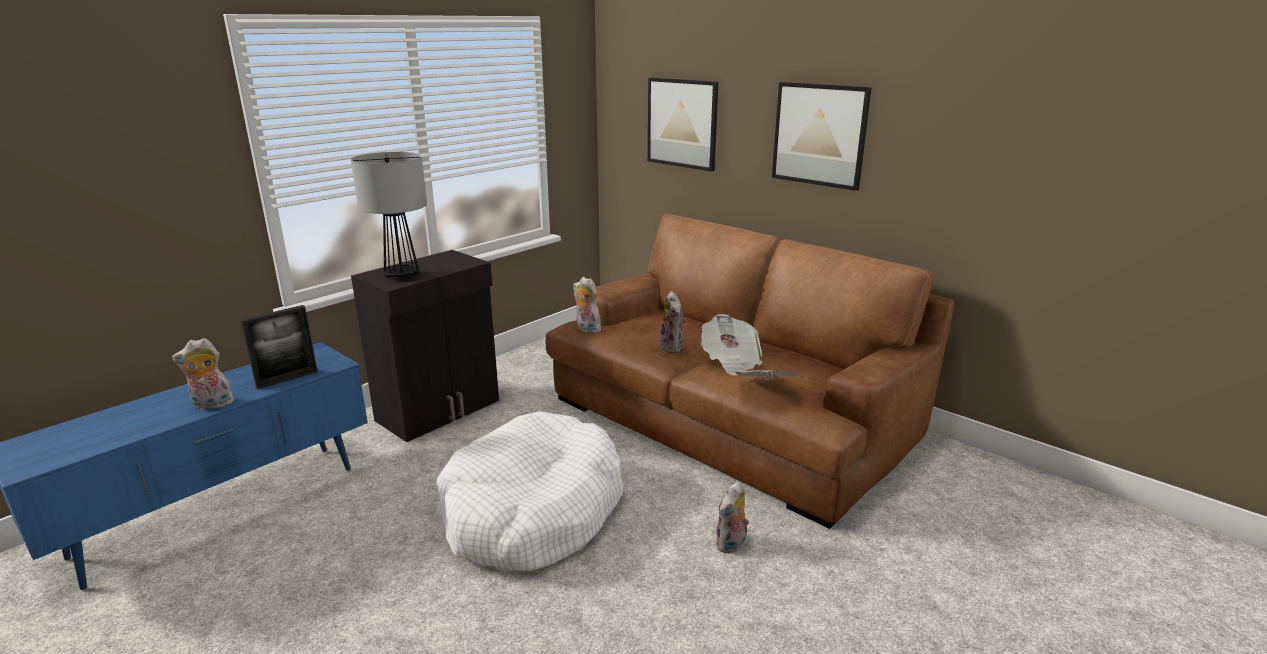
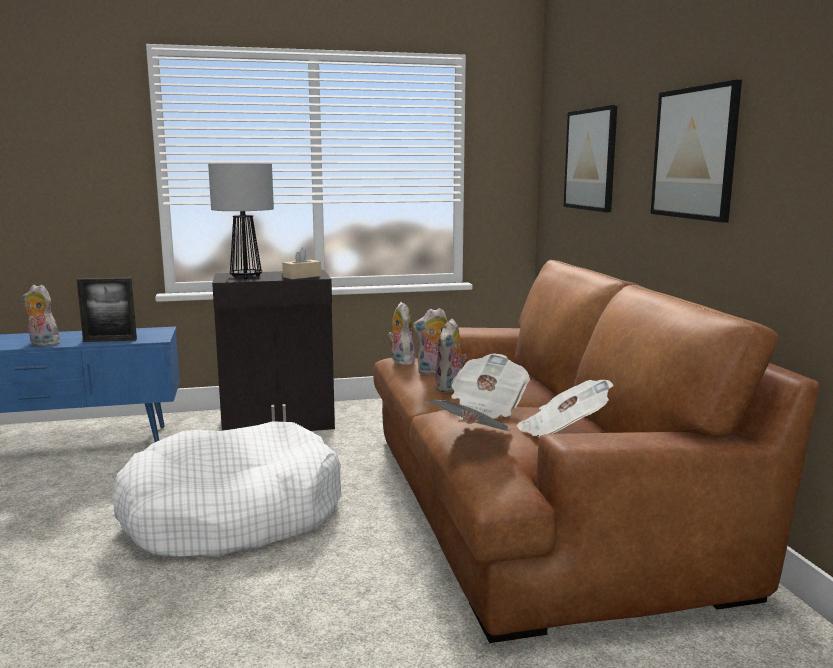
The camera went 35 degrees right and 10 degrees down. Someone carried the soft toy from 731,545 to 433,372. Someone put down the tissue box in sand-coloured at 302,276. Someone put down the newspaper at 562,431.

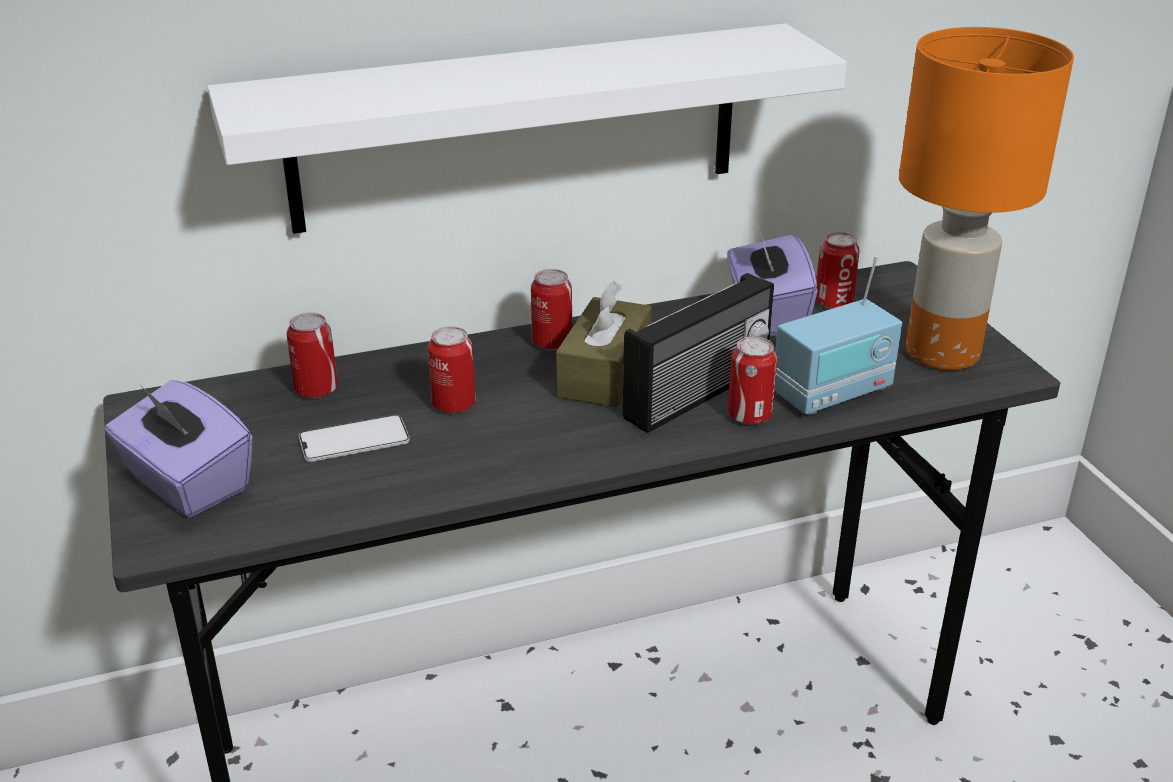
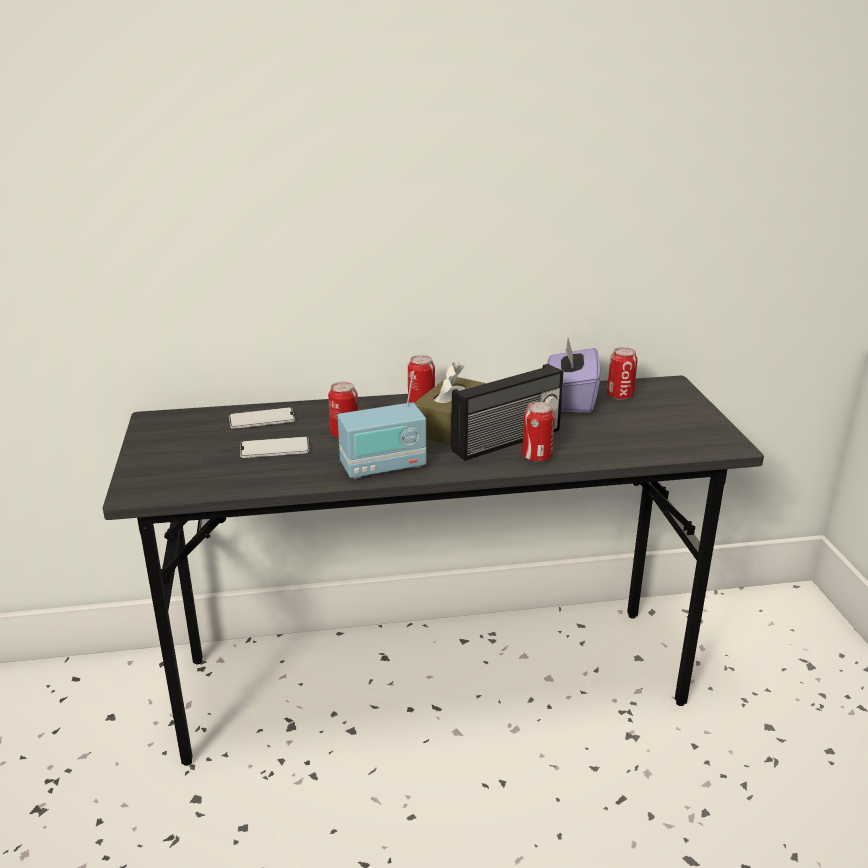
The camera went 10 degrees right and 5 degrees down. Someone took away the bracket shelf in white at 517,128. Someone took away the lamp for a table in orange at 941,352. Someone carried the radio from 832,393 to 383,467. Someone swapped the metal can at 316,389 for the telephone at 262,419. Someone took away the tissue box in purple at 186,483.

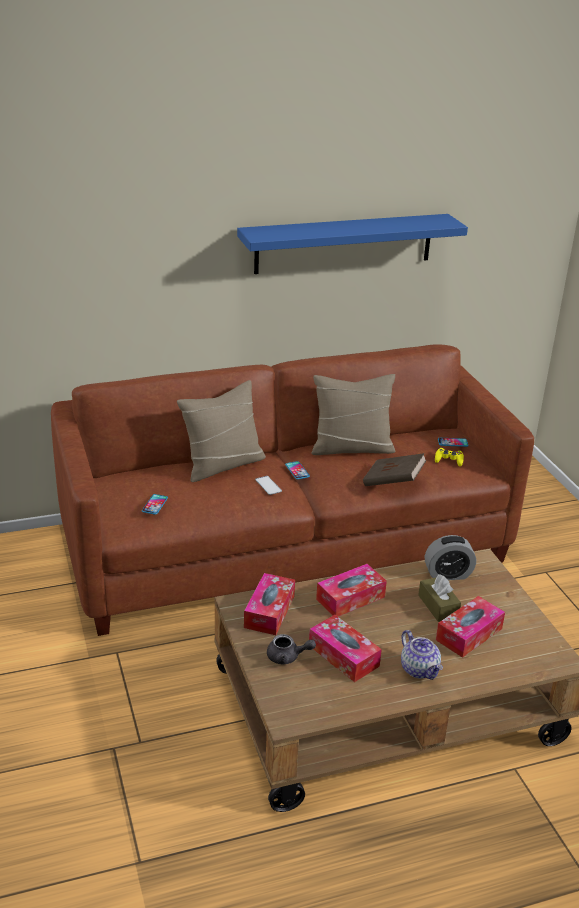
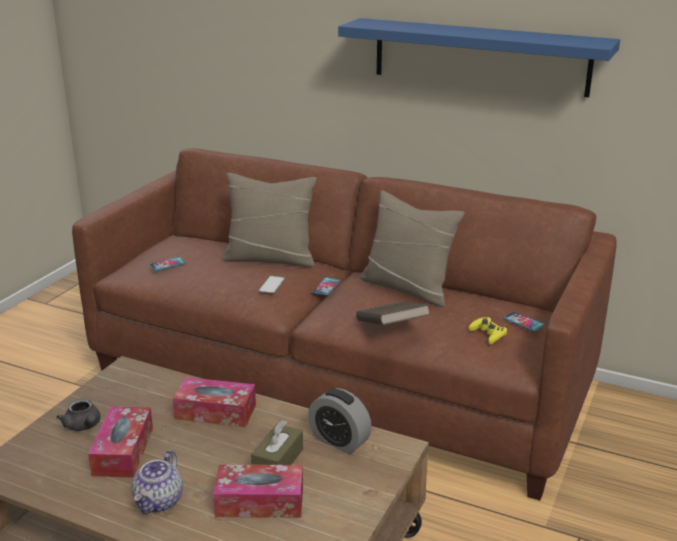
The camera went 45 degrees right and 5 degrees down. Someone took away the tissue box at 269,611.

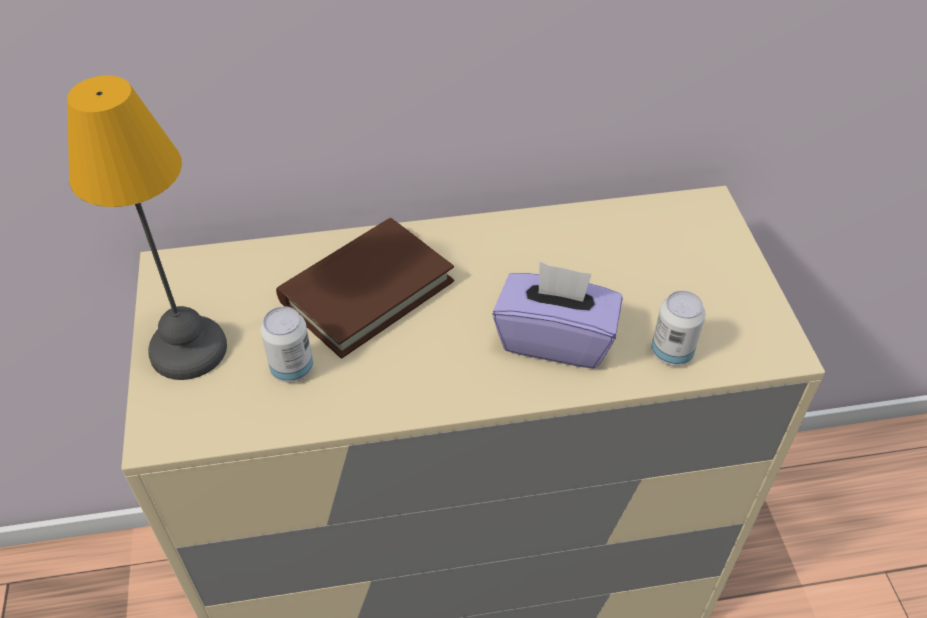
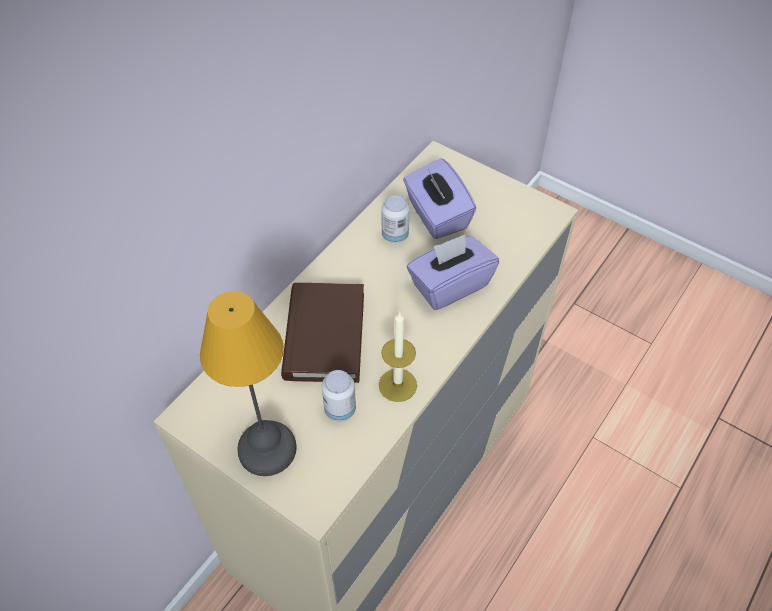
The camera went 45 degrees left and 5 degrees up. Someone carried the metal can from 671,353 to 395,235. Someone put down the tissue box in purple at 436,215. Someone put down the candle at 397,385.

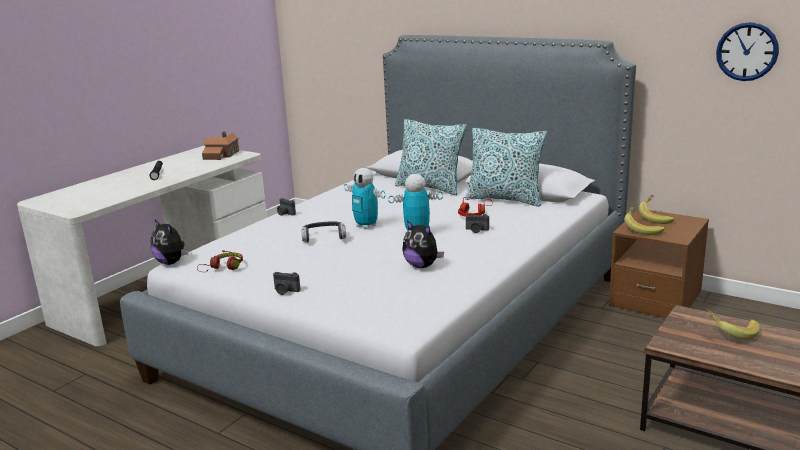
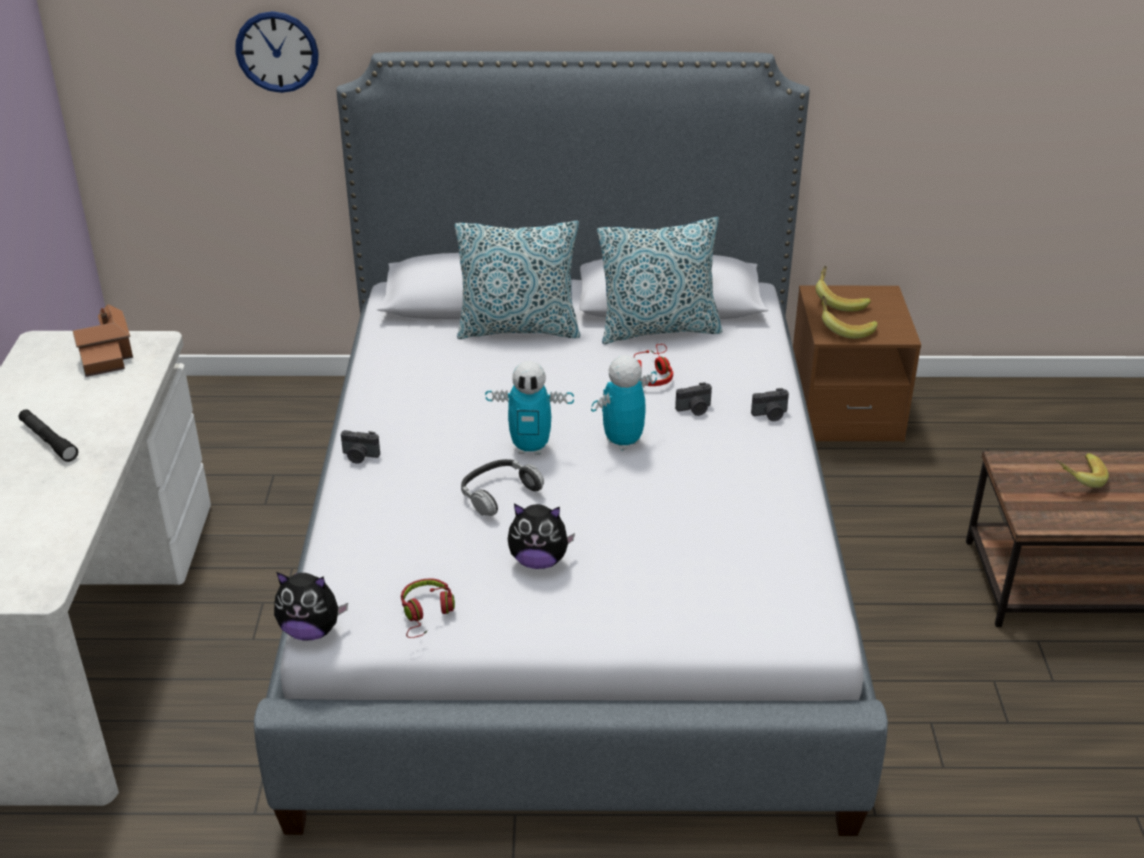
The camera went 35 degrees left and 15 degrees up. Someone carried the wall clock from 747,51 to 277,52. Someone carried the soft toy from 422,266 to 538,561. Someone carried the photo camera from 285,291 to 770,415.

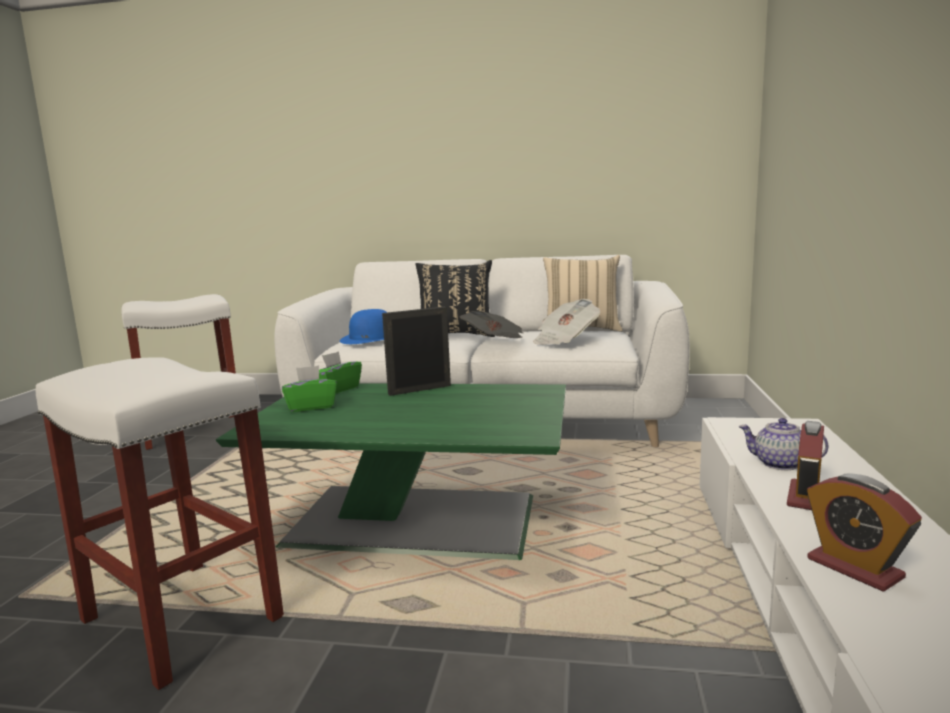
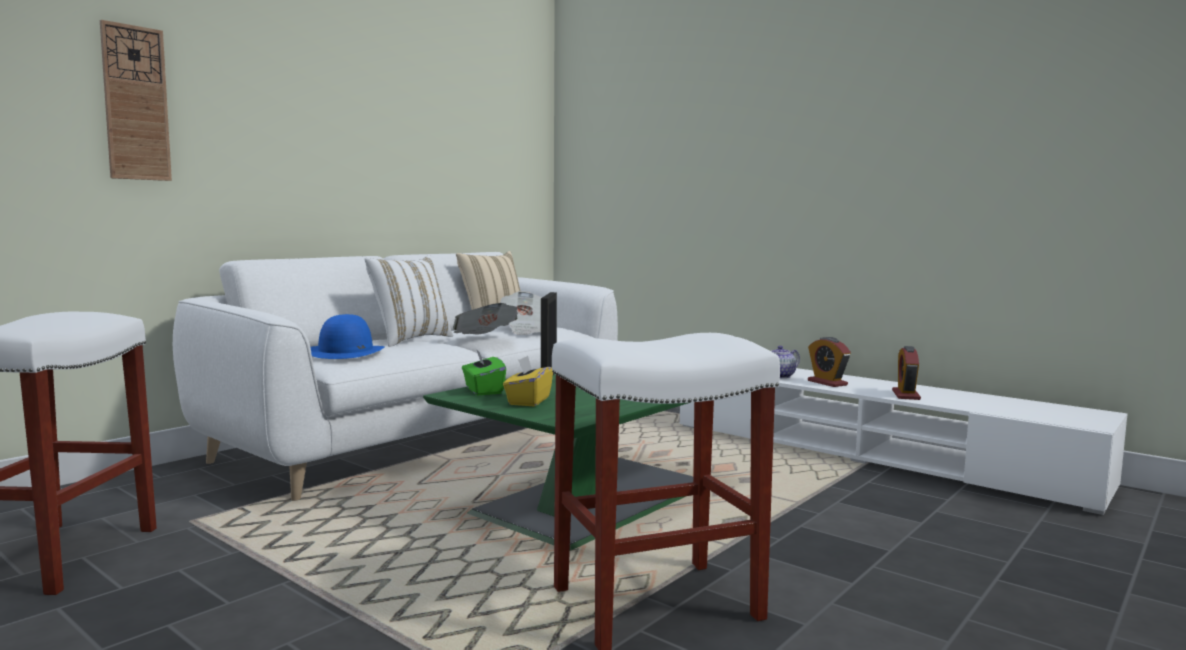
The camera went 60 degrees left and 5 degrees down. Someone repainted the cushion in black-coloured at 456,335, which became the cushion in white at 410,340. Someone repainted the tissue box in green at 311,406, which became the tissue box in yellowish at 528,401. Someone rotated the bedside clock at 854,568 by 105 degrees clockwise. Someone put up the wall clock at 136,103.

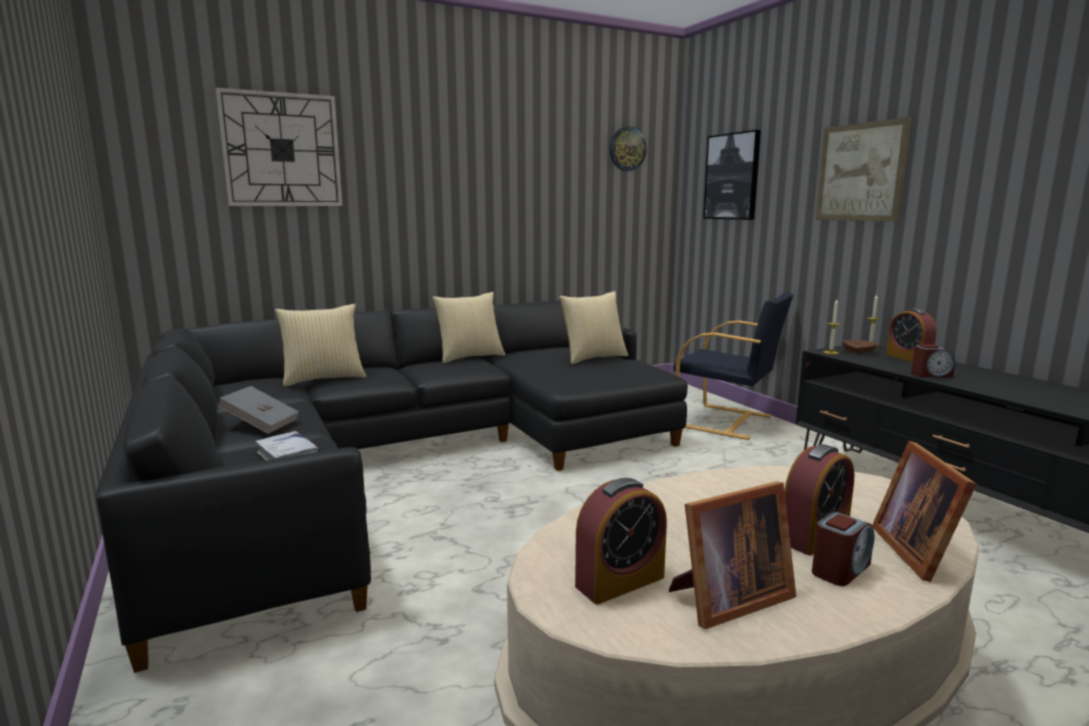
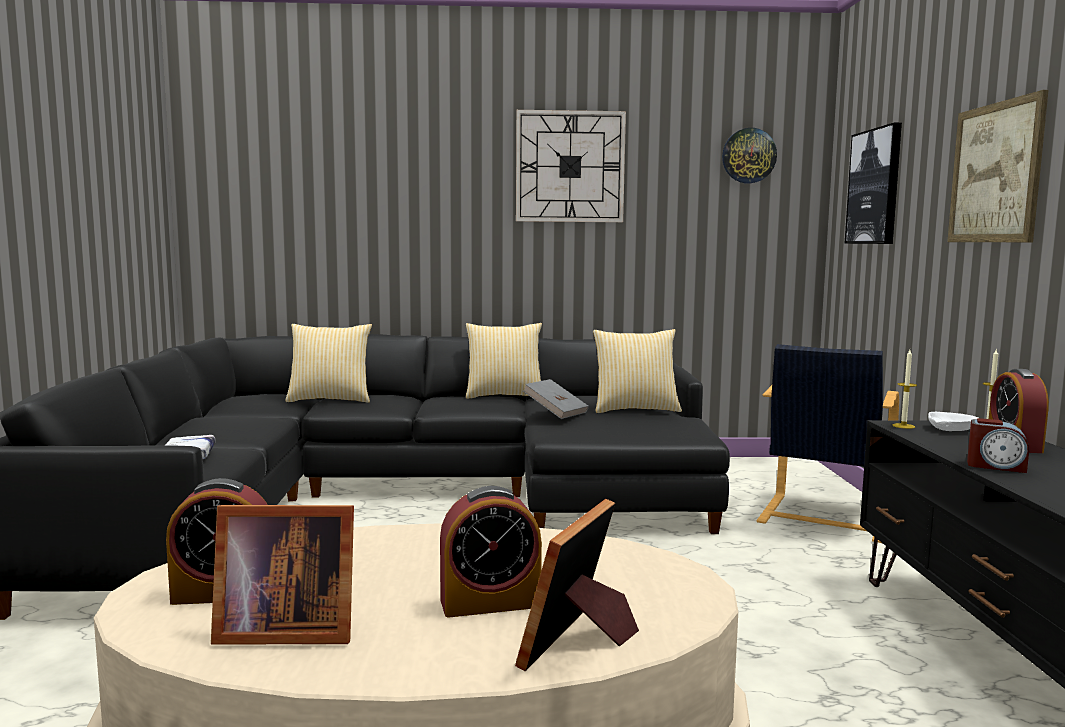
The camera went 25 degrees right and 5 degrees down. Someone carried the wall clock from 282,150 to 570,167. Someone rotated the armchair in black-coloured at 727,421 by 60 degrees clockwise. Someone repainted the bowl in brown-coloured at 858,352, which became the bowl in white at 951,429. Someone carried the bound book in gray from 261,424 to 555,412. Someone took away the bedside clock at 840,569.

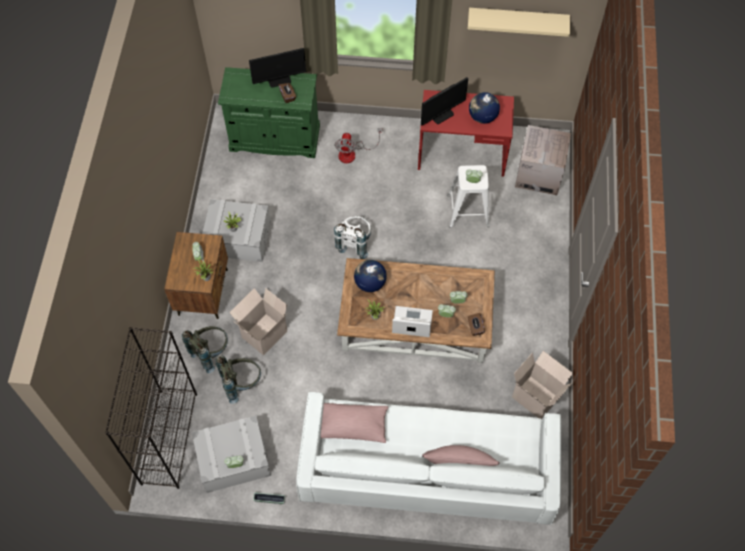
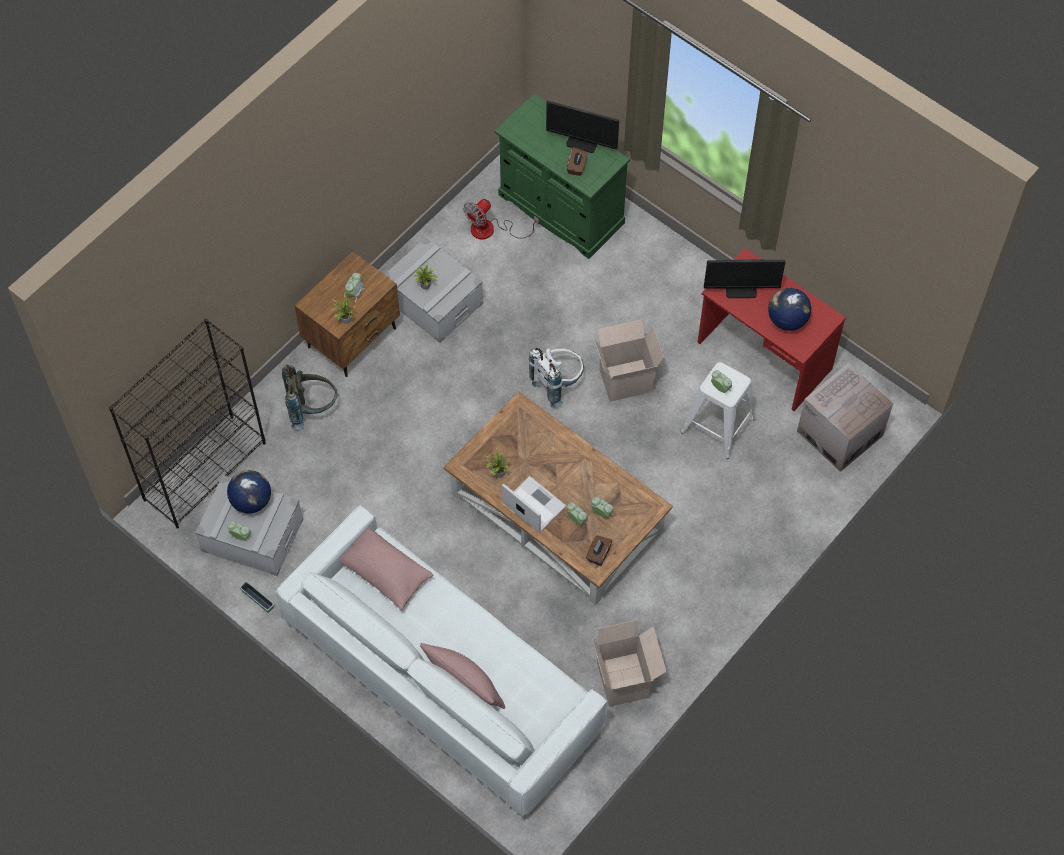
The camera went 35 degrees right and 0 degrees up. Someone took away the bracket shelf in sand-coloured at 517,20. Someone carried the fan from 352,153 to 491,230. Someone carried the globe from 370,283 to 251,501. Someone carried the cardboard box from 264,333 to 626,378. Someone took away the rucksack in gray at 241,383.

